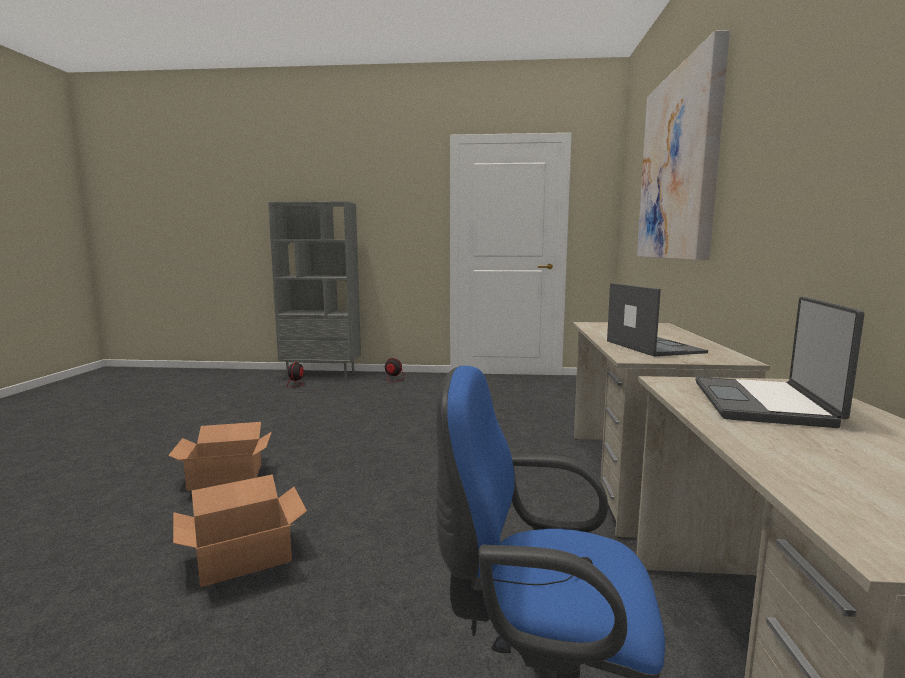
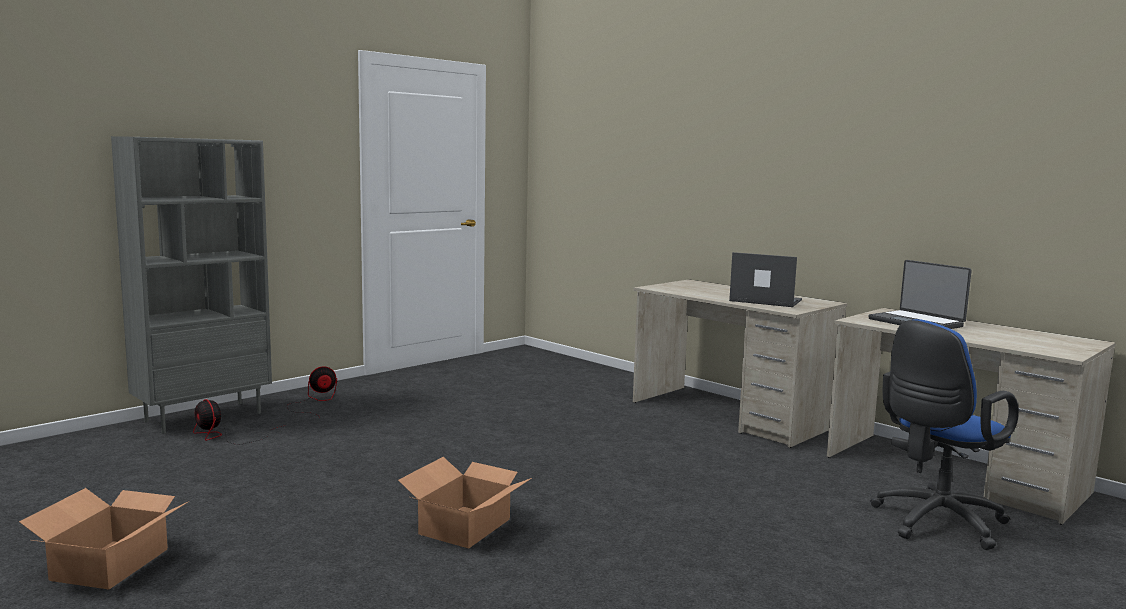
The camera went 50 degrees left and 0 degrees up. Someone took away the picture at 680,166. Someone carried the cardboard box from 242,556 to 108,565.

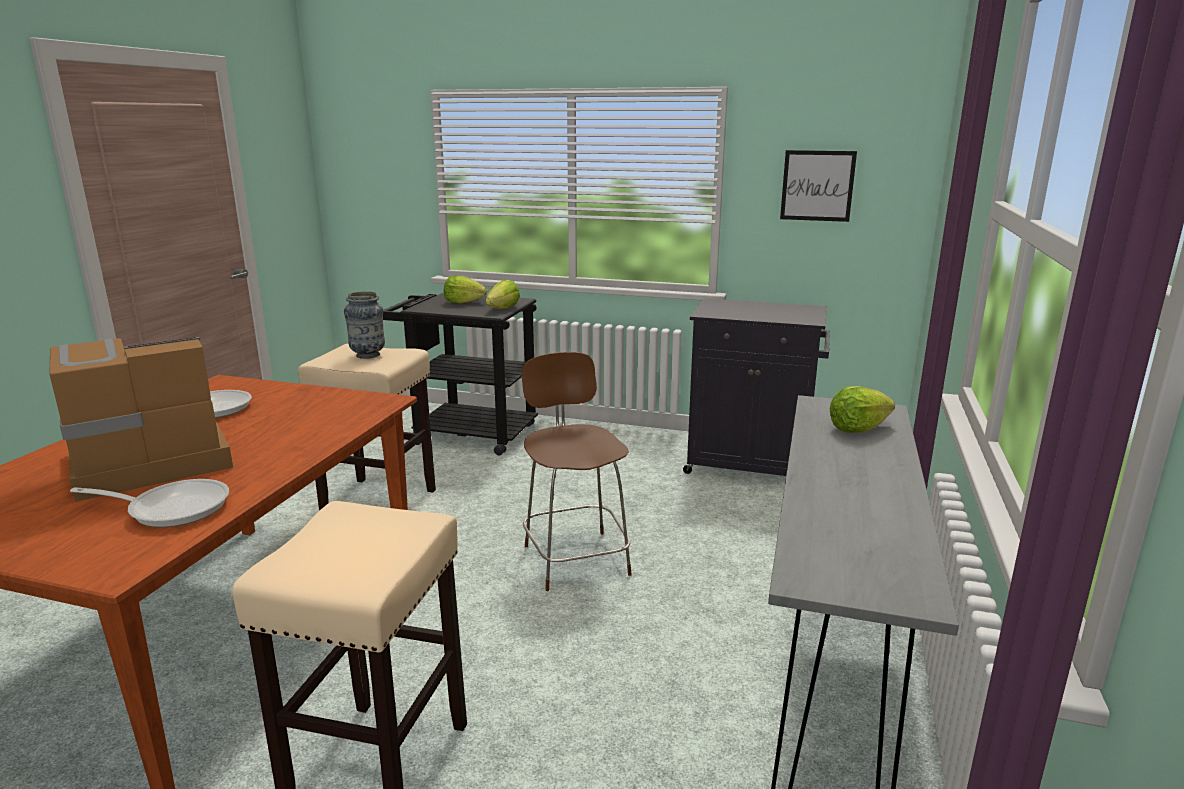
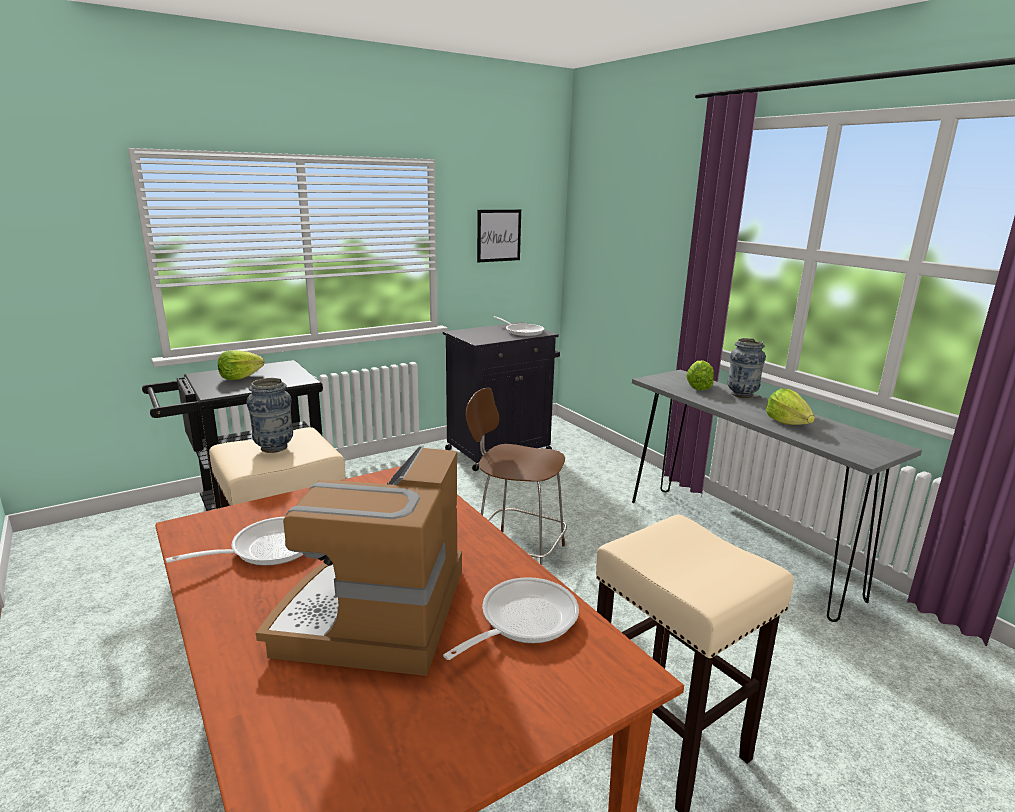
The camera went 50 degrees left and 0 degrees up. Someone carried the lettuce head from 503,309 to 787,423. Someone put down the frying pan at 522,332. Someone put down the flower vase at 742,394.

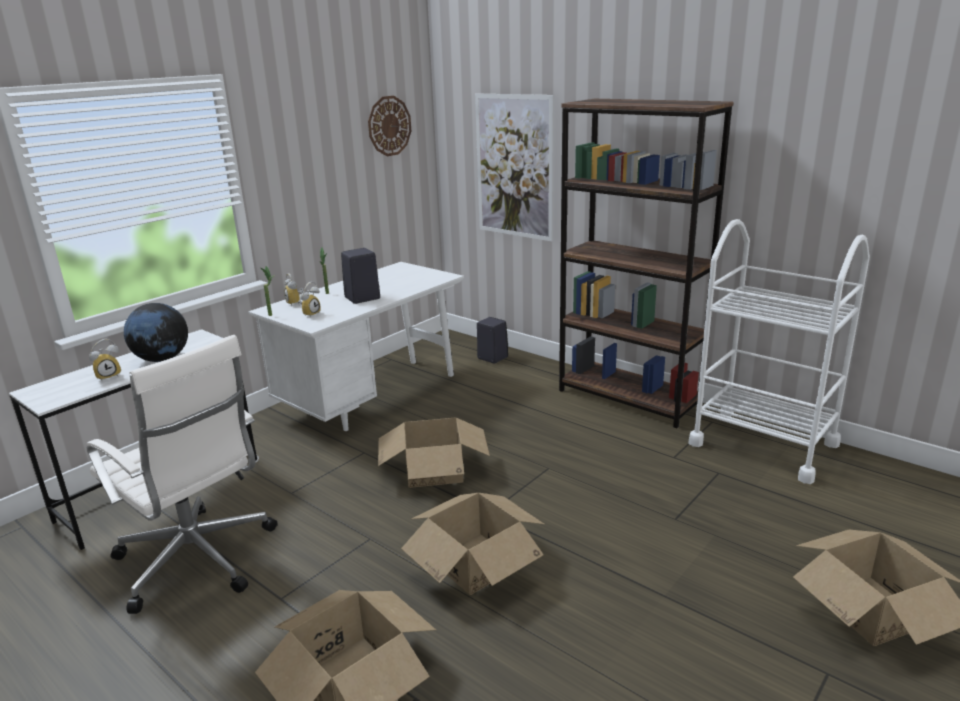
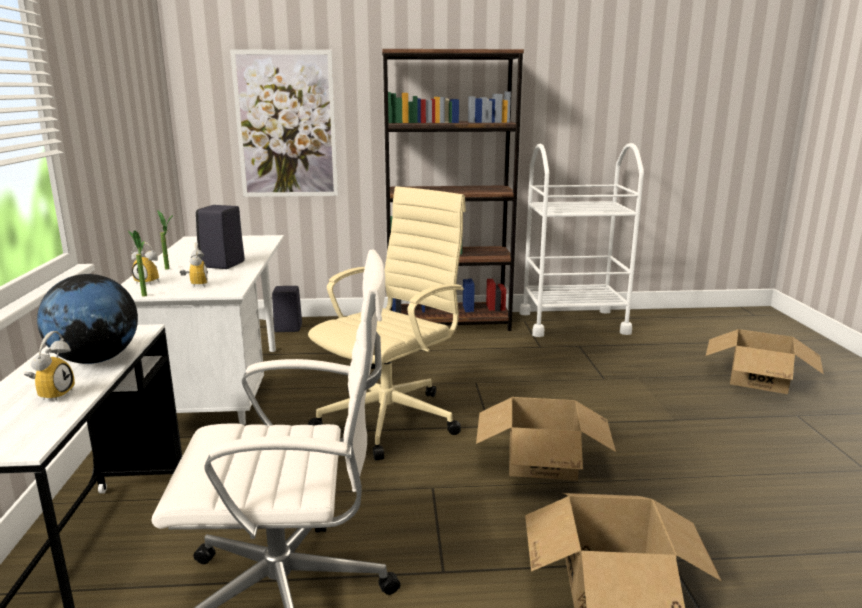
The camera went 45 degrees left and 5 degrees down. Someone took away the wall clock at 389,126. Someone swapped the cardboard box at 434,470 for the desk chair in sand-coloured at 391,418.

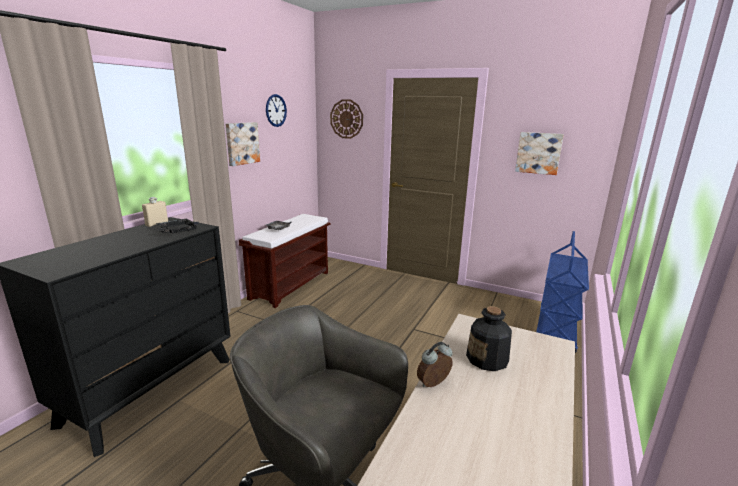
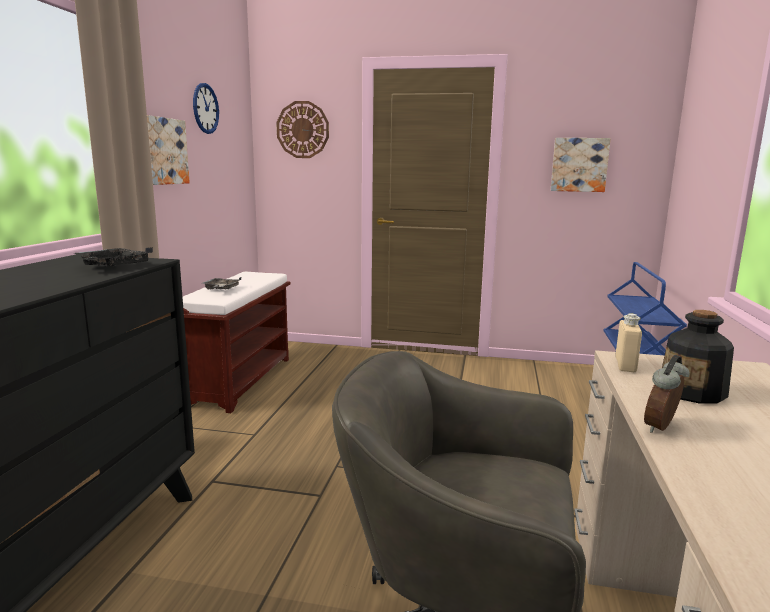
The camera went 15 degrees left and 5 degrees down. Someone carried the bottle in sand-coloured from 157,224 to 625,365.

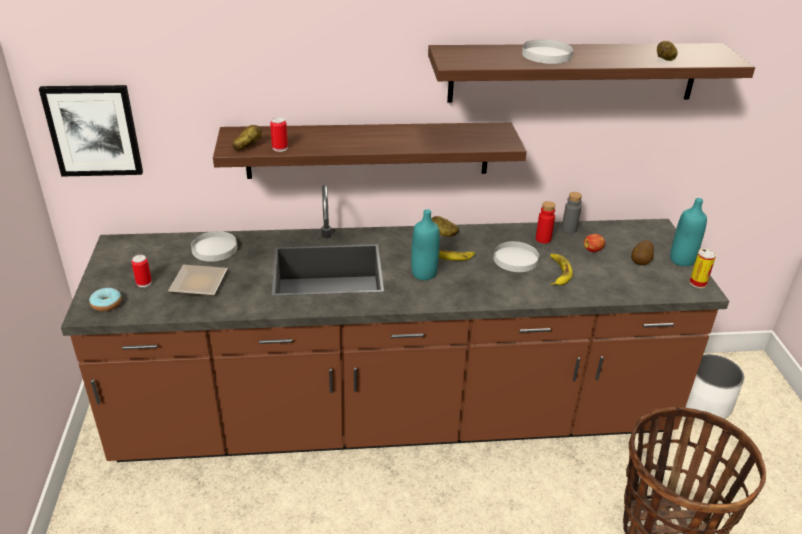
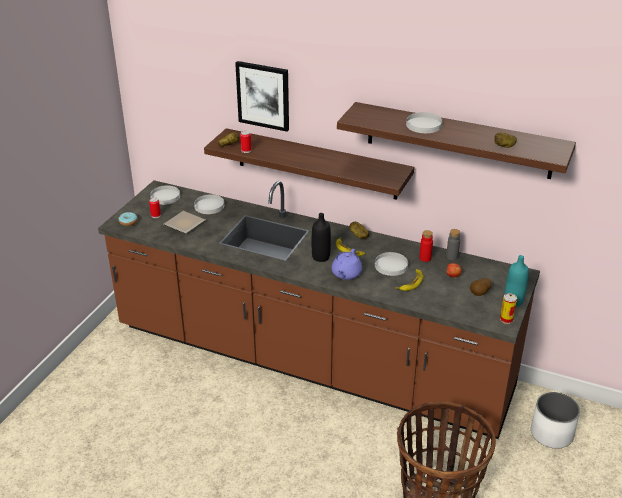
The camera went 30 degrees right and 0 degrees up. Someone carried the picture from 93,130 to 263,95. Someone repainted the bottle in turquoise at 424,273, which became the bottle in black-coloured at 321,257. Someone put down the flat dish in white at 165,196. Someone put down the teapot in purple at 346,274.

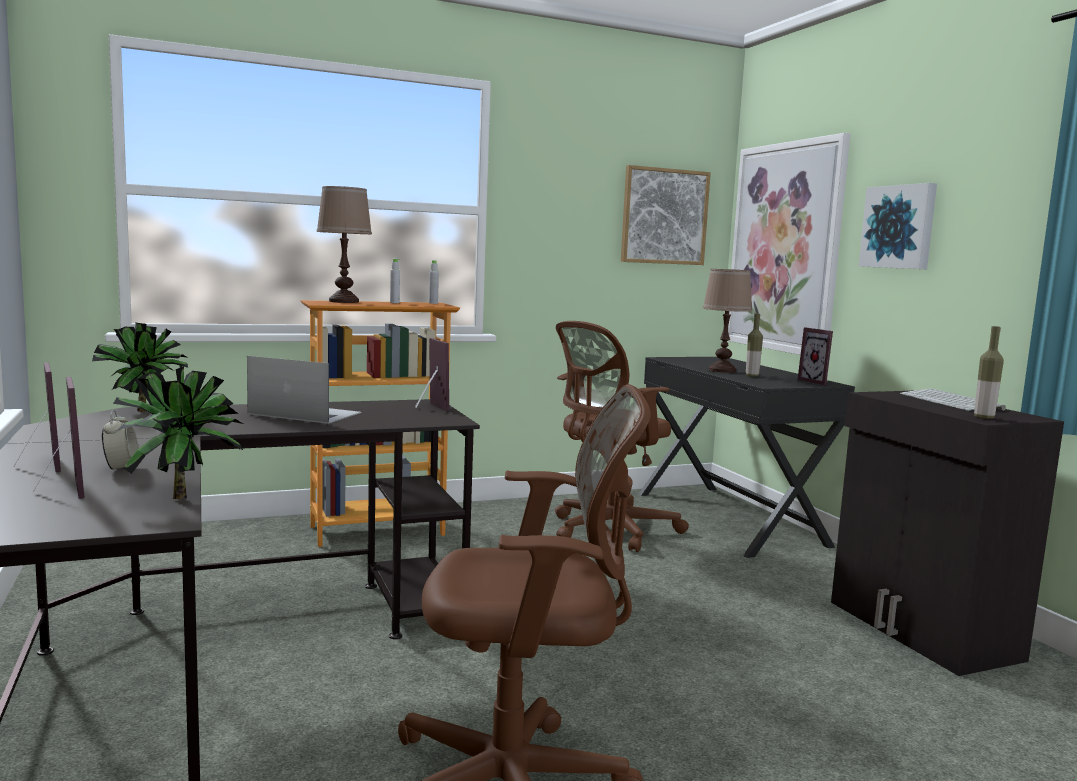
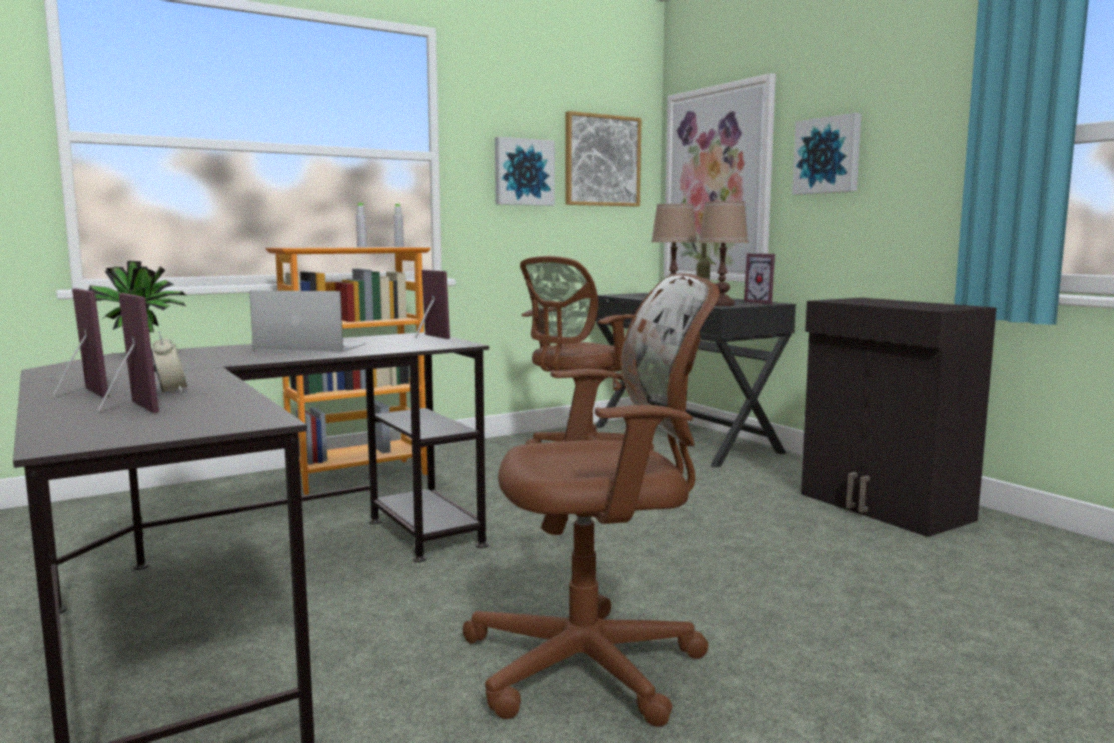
The camera went 10 degrees left and 0 degrees up. Someone carried the lamp for a table in brown-coloured from 343,301 to 721,304. Someone took away the bottle at 984,417. Someone took away the plant in a pot at 181,496. Someone took away the keyboard at 952,402. Someone put up the picture at 523,172.

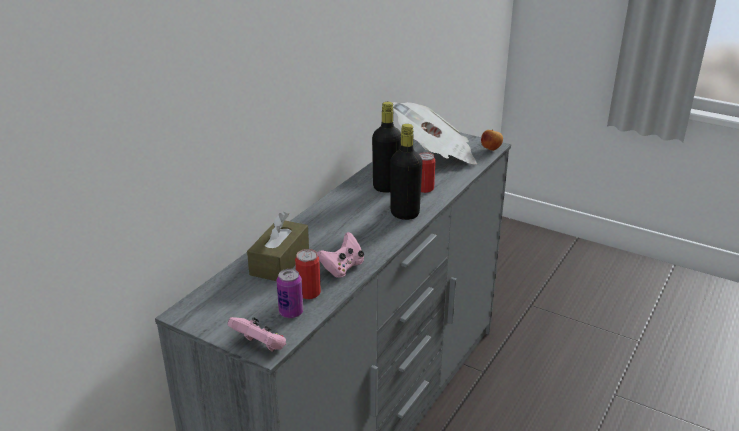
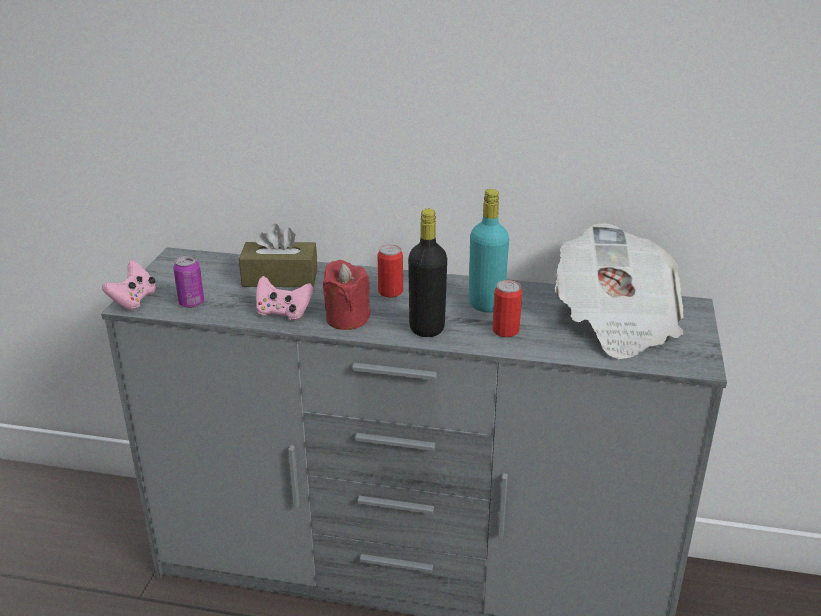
The camera went 70 degrees right and 0 degrees up. Someone repainted the bottle in black-coloured at 386,187, which became the bottle in turquoise at 486,305. Someone took away the apple at 491,149. Someone carried the metal can from 308,293 to 390,292. Someone put down the candle in reddish at 347,319.

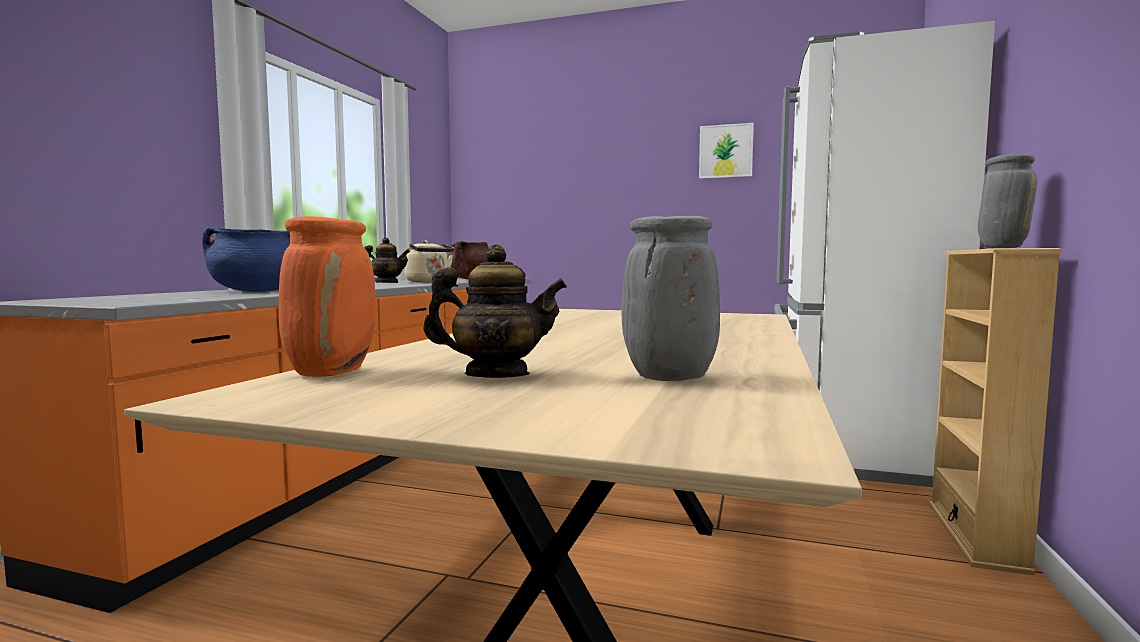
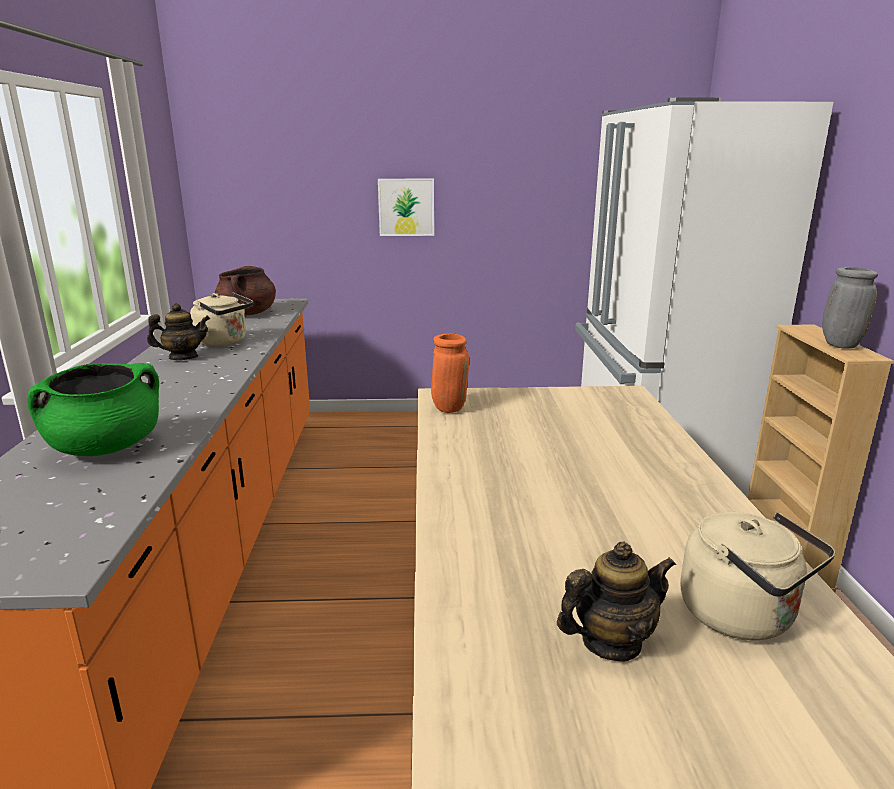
The camera went 20 degrees left and 15 degrees up. Someone carried the picture from 725,151 to 406,207. Someone carried the flower vase in orange from 331,372 to 448,408. Someone swapped the flower vase in gray at 668,378 for the tea kettle in sand-coloured at 743,616. Someone repainted the saucepot in blue-coloured at 258,291, which became the saucepot in green at 106,447.

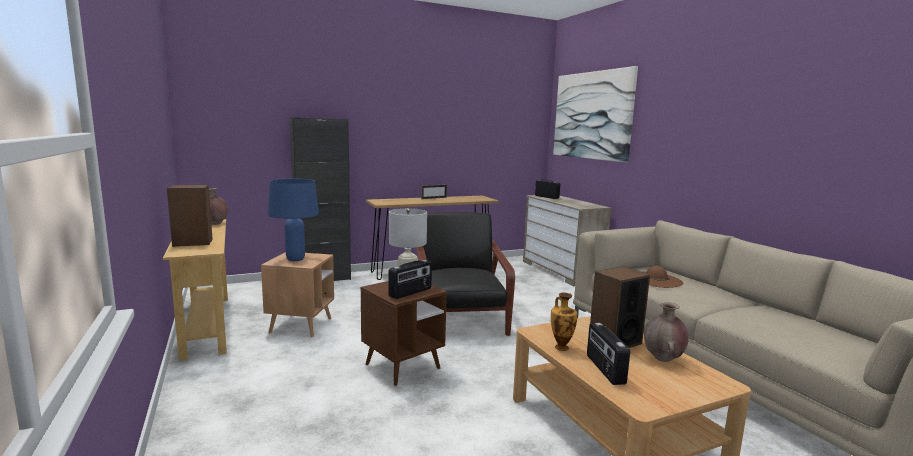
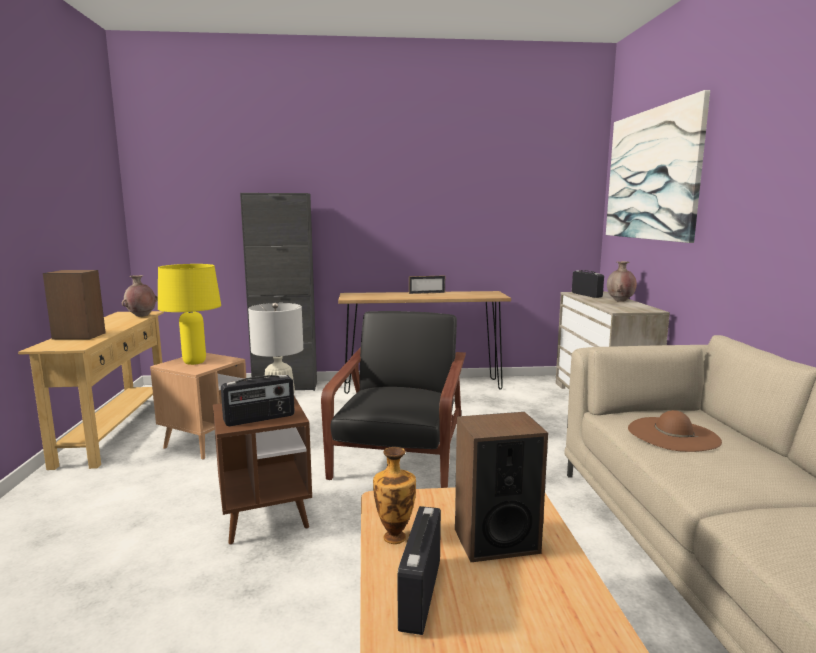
The camera went 20 degrees right and 0 degrees up. Someone repainted the lamp for a table in blue-coloured at 295,259, which became the lamp for a table in yellowish at 194,362. Someone carried the flower vase in brown-coloured from 663,359 to 620,301.

